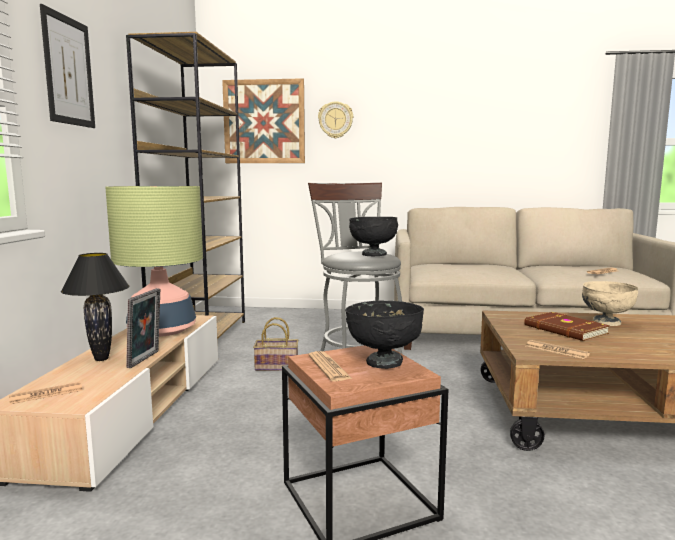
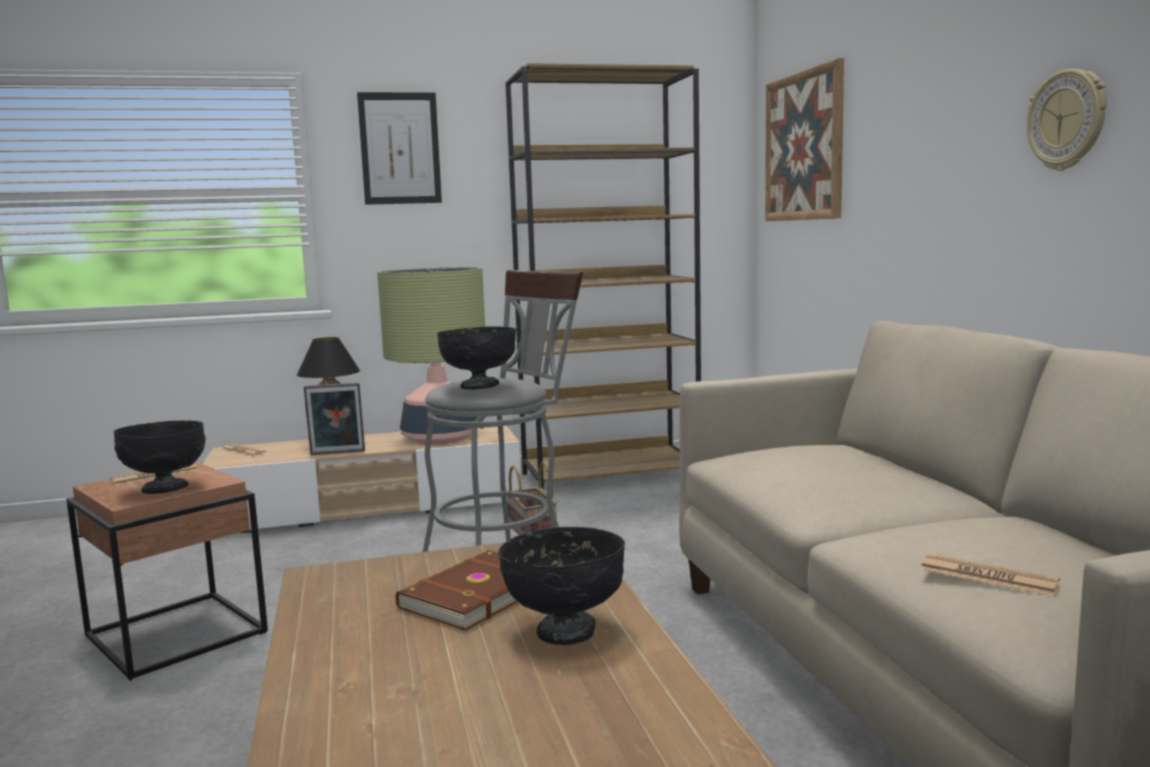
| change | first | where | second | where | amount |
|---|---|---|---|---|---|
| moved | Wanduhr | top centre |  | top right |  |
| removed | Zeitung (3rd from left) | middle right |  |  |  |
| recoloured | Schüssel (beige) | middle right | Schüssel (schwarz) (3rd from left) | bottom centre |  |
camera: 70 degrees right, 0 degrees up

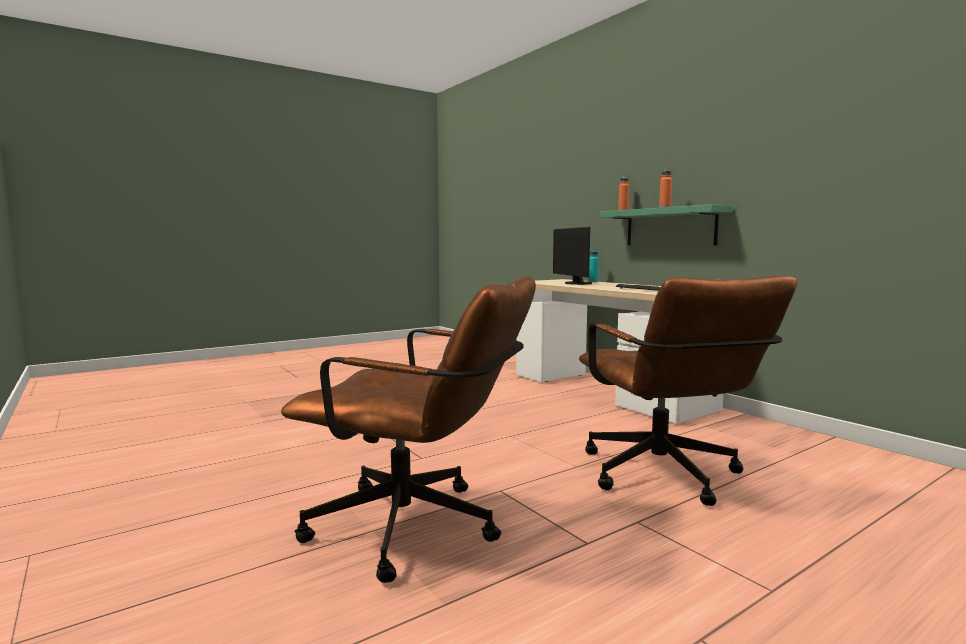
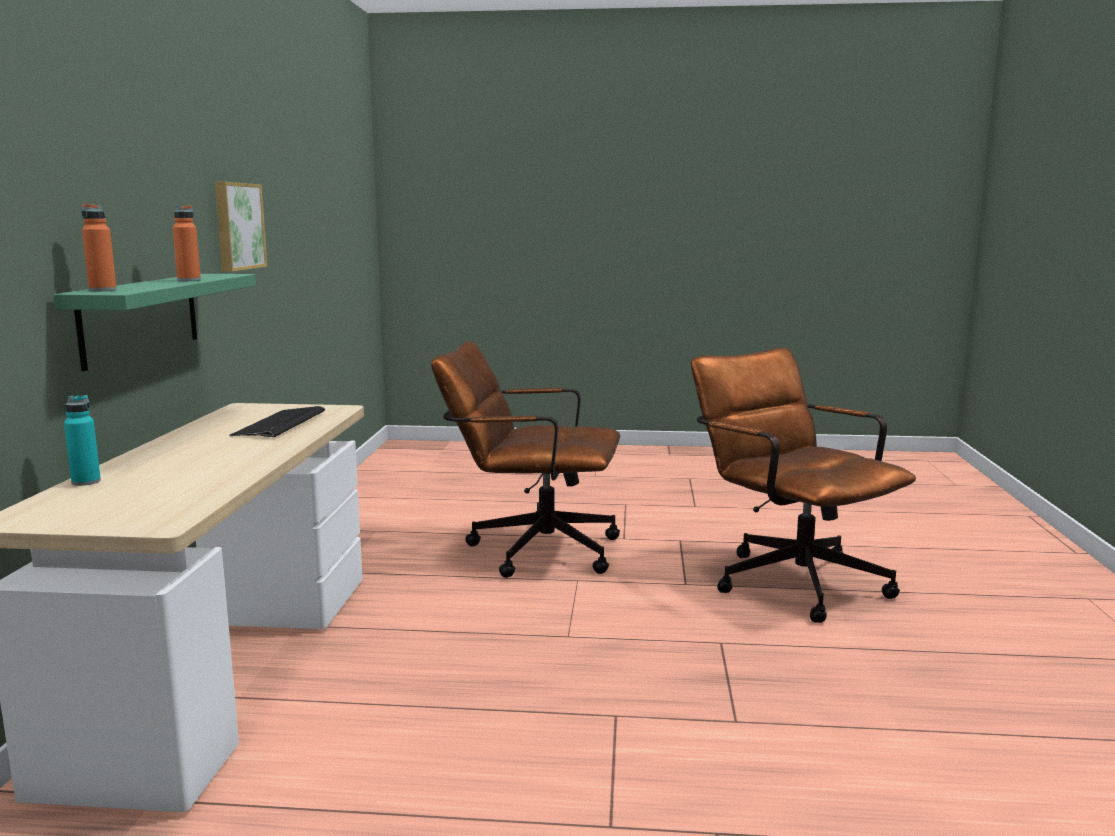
| change | first | where | second | where | amount |
|---|---|---|---|---|---|
| removed | Monitor | centre |  |  |  |
| turned | Bürostuhl (braun) (2nd from left in the first image) | middle right | Bürostuhl (braun) (1st from left) | centre | 105 degrees counterclockwise |
| added |  |  | Bild | top left |  |
camera: 140 degrees left, 5 degrees up

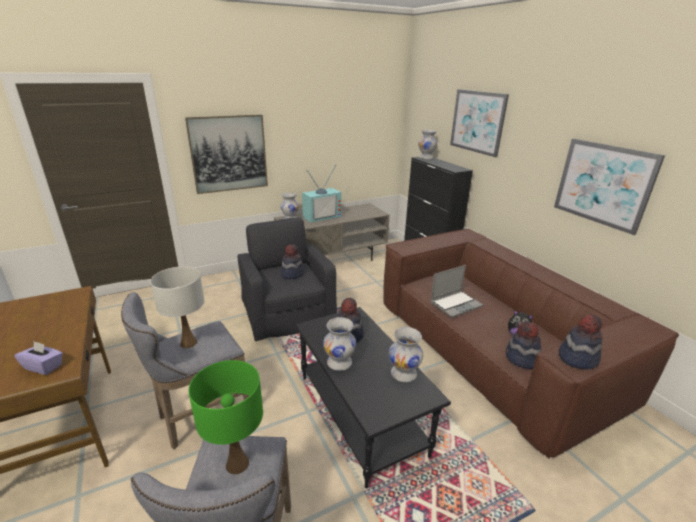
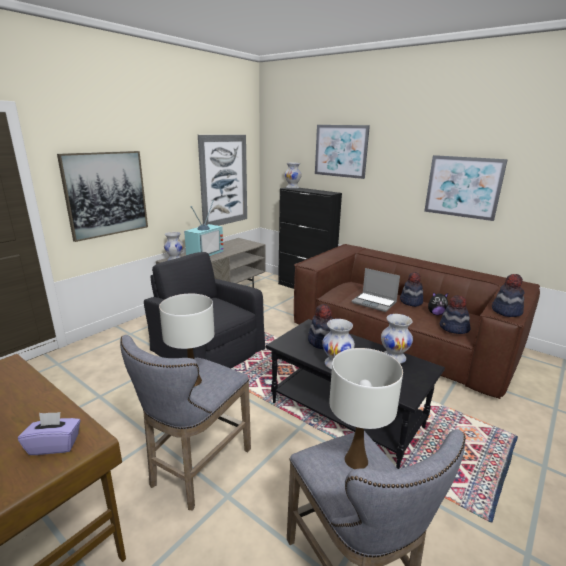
| change | first | where | second | where | amount |
|---|---|---|---|---|---|
| recoloured | Tischlampe (grün) | bottom left | Tischlampe (weiß) (2nd from left) | bottom centre |  |
| moved | Hut (1st from left in the first image) | centre | Hut (2nd from left) | middle right |  |
| turned | Laptop | centre |  | centre | 90 degrees clockwise |
| added |  |  | Bild (2nd from left) | top centre |  |
camera: 25 degrees left, 5 degrees down

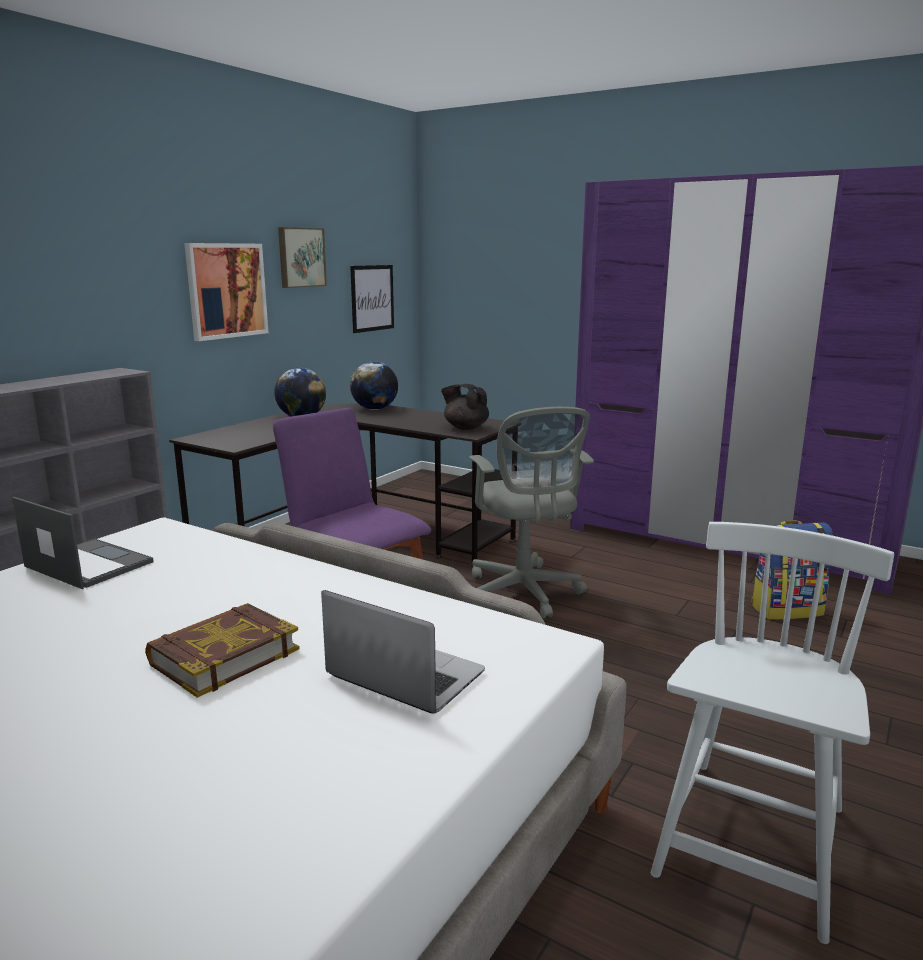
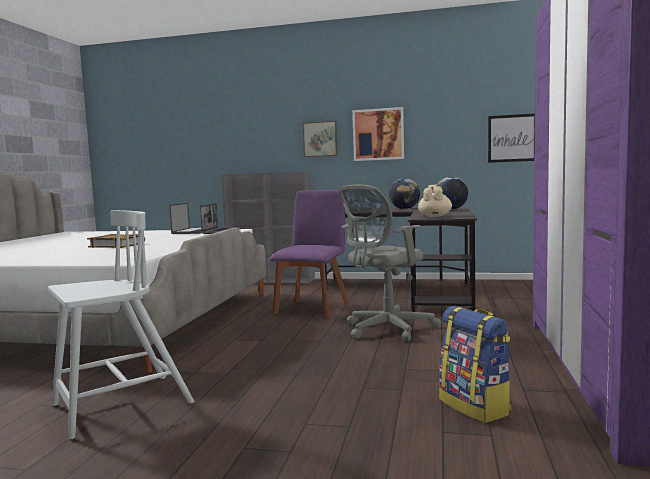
| change | first | where | second | where | amount |
|---|---|---|---|---|---|
| moved | Bild (2nd from left in the first image) | top left | Bild (1st from left) | top centre |  |
| moved | Laptop (2nd from left) | bottom centre |  | centre |  |
| recoloured | Teekanne (schwarz) | centre | Teekanne (beige) | middle right |  |
| turned | Stuhl (weiß) | bottom right |  | bottom left | 45 degrees counterclockwise |
camera: 70 degrees right, 10 degrees down

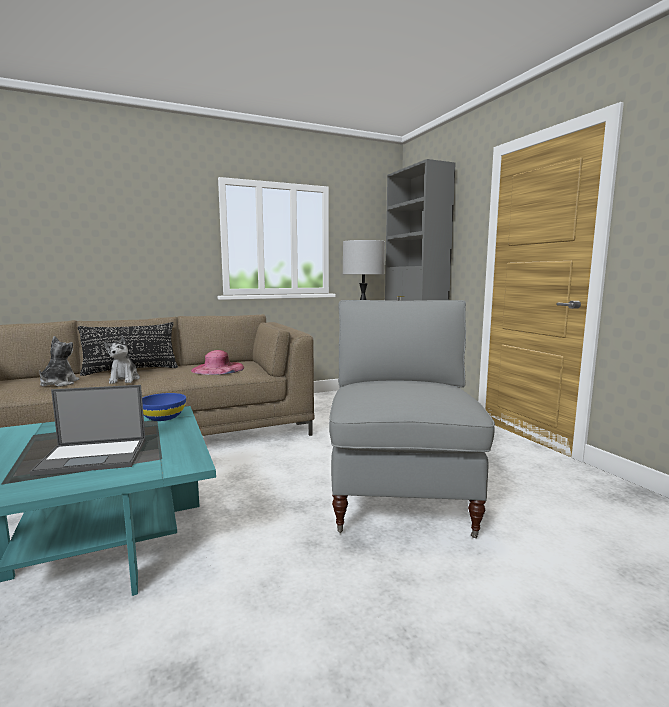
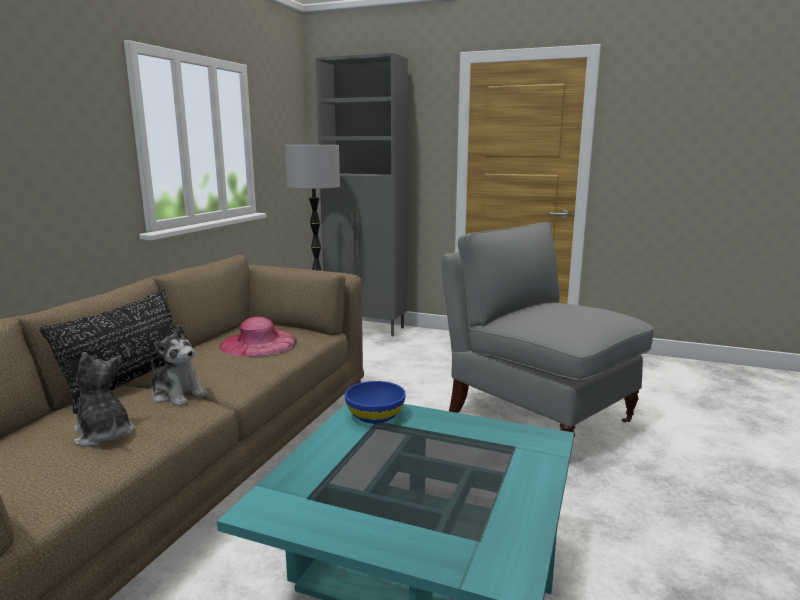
| change | first | where | second | where | amount |
|---|---|---|---|---|---|
| removed | Laptop | middle left |  |  |  |
camera: 45 degrees left, 5 degrees up

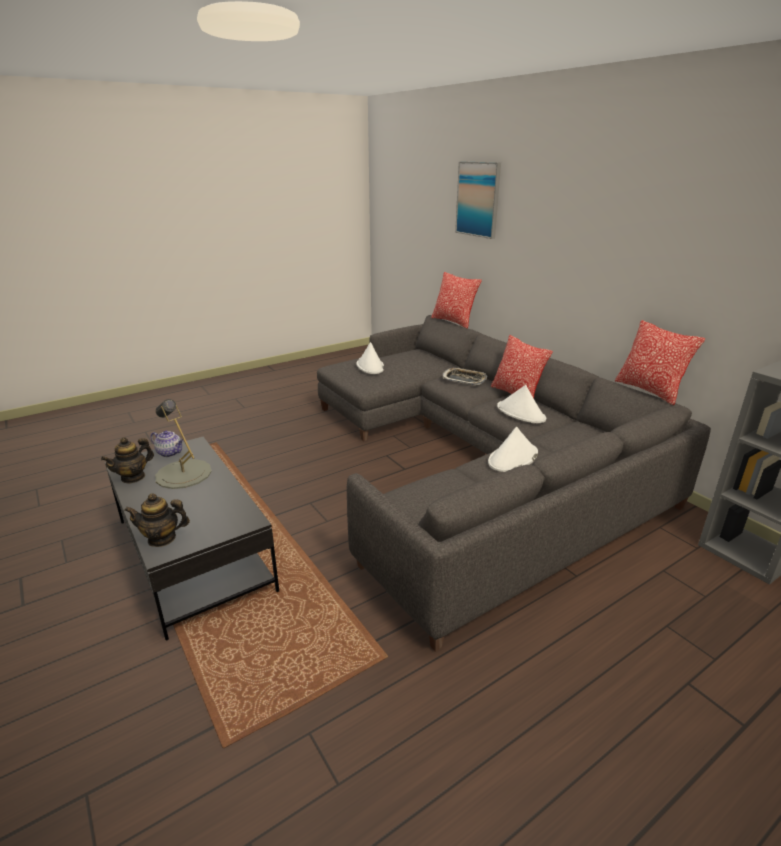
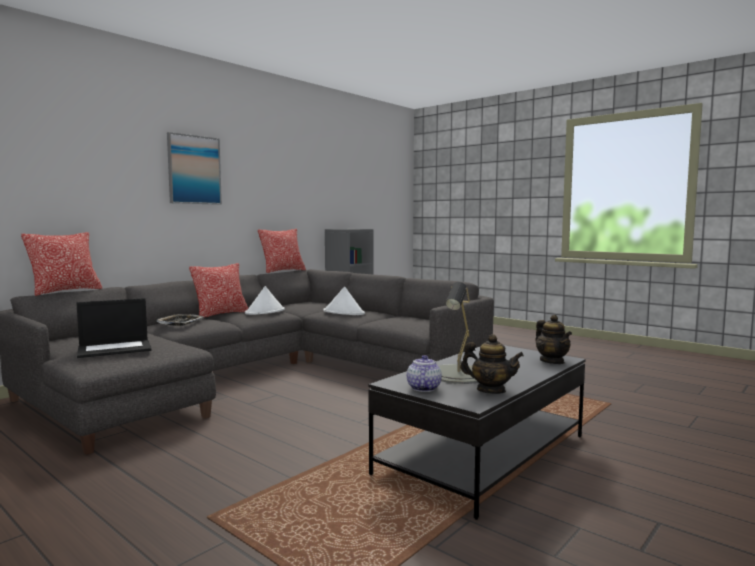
| change | first | where | second | where | amount |
|---|---|---|---|---|---|
| replaced | Hut (weiß) (1st from left) | centre | Laptop | middle left |  |
| moved | Bild | top centre |  | top left |  |
camera: 105 degrees left, 20 degrees down

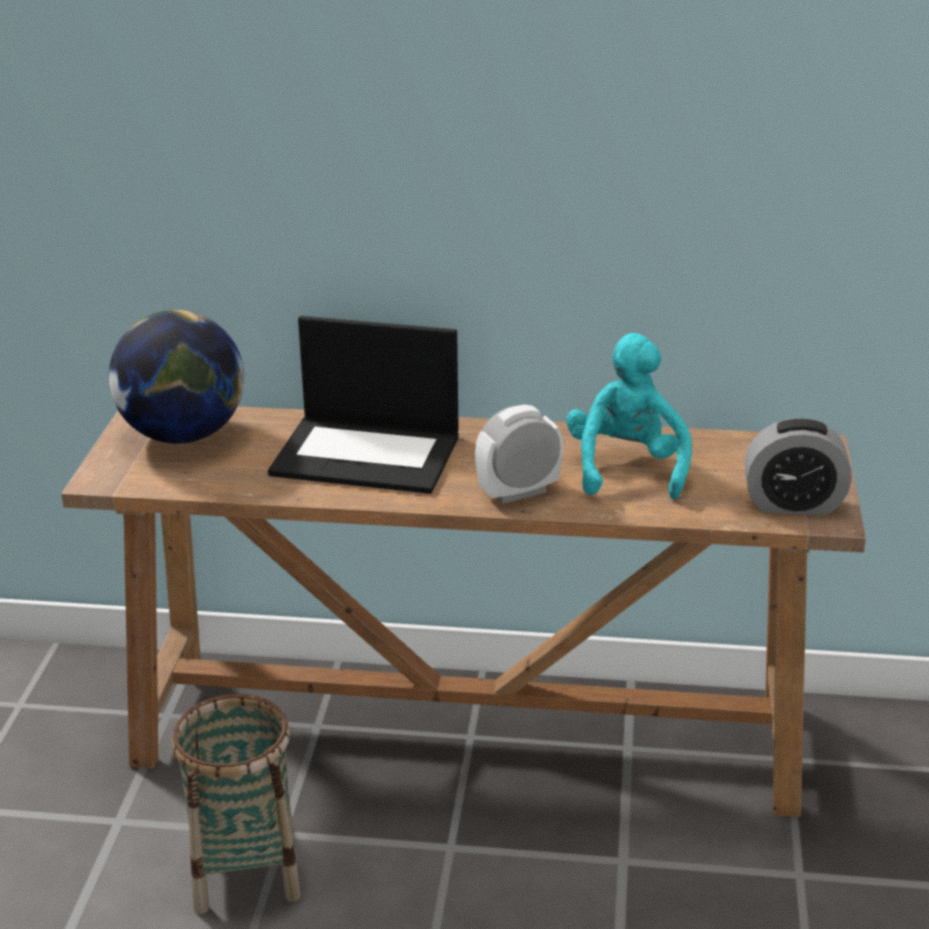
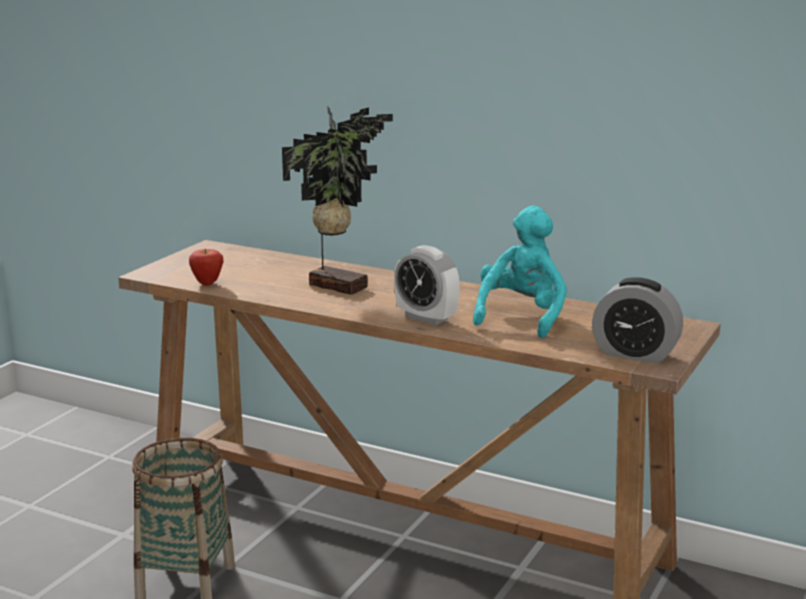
| change | first | where | second | where | amount |
|---|---|---|---|---|---|
| removed | Globus | middle left |  |  |  |
| replaced | Laptop | centre | Topfpflanze | centre |  |
| turned | Wecker (1st from left) | centre |  | centre | 135 degrees counterclockwise |
| added |  |  | Apfel | middle left |  |
camera: 20 degrees right, 10 degrees down

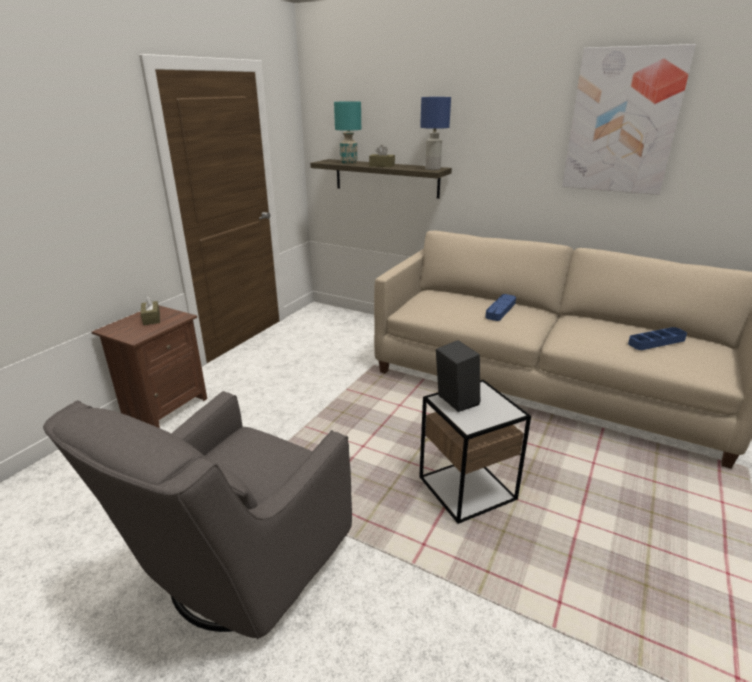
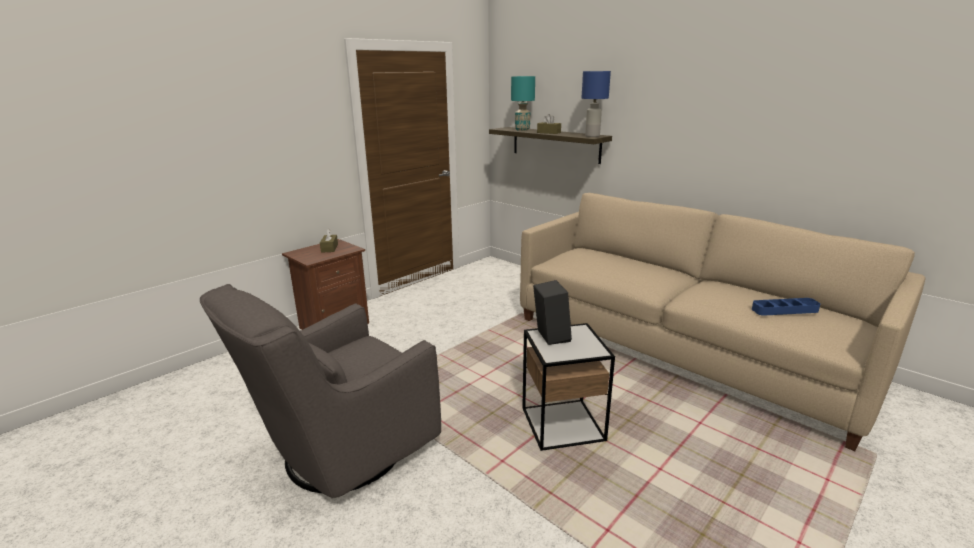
| change | first | where | second | where | amount |
|---|---|---|---|---|---|
| removed | Tablett (blau) (1st from left) | centre |  |  |  |
| removed | Bild | top right |  |  |  |
camera: 15 degrees right, 5 degrees down

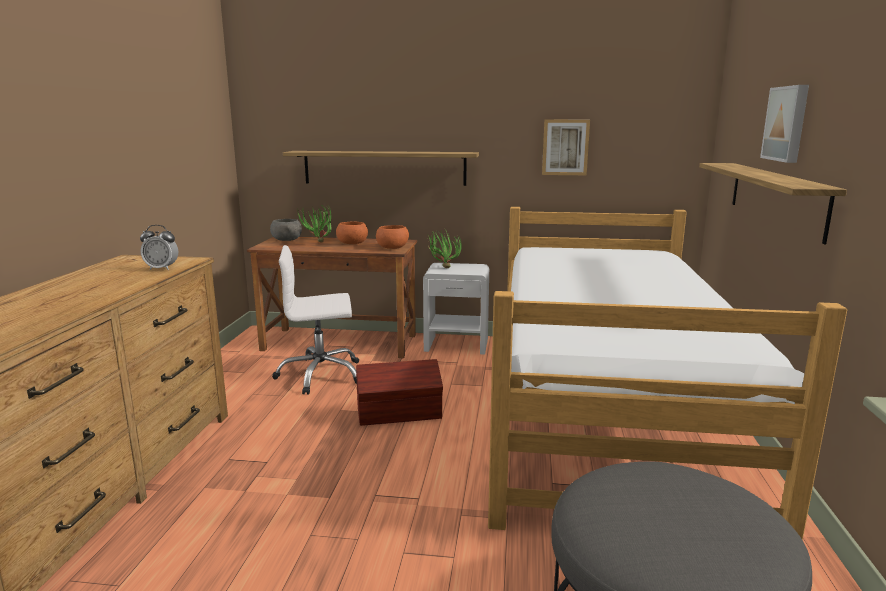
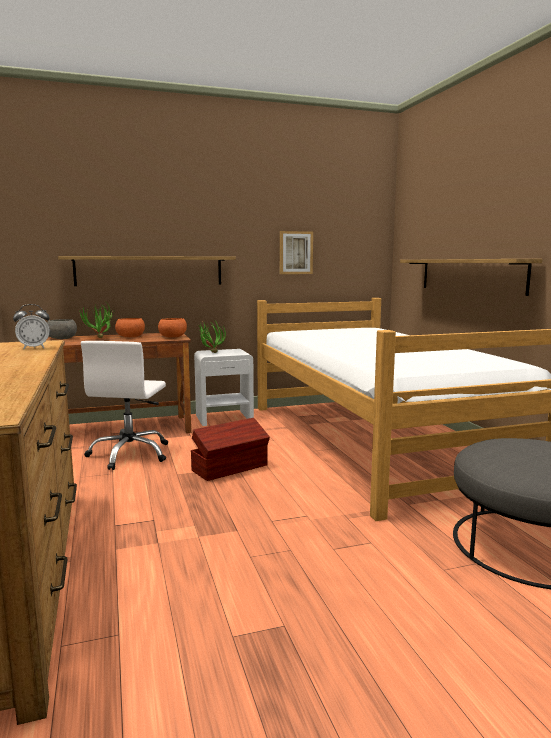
| change | first | where | second | where | amount |
|---|---|---|---|---|---|
| turned | Bürostuhl (weiß) | centre |  | middle left | 45 degrees counterclockwise |
| removed | Bild (2nd from left) | top right |  |  |  |
camera: 25 degrees left, 5 degrees down

